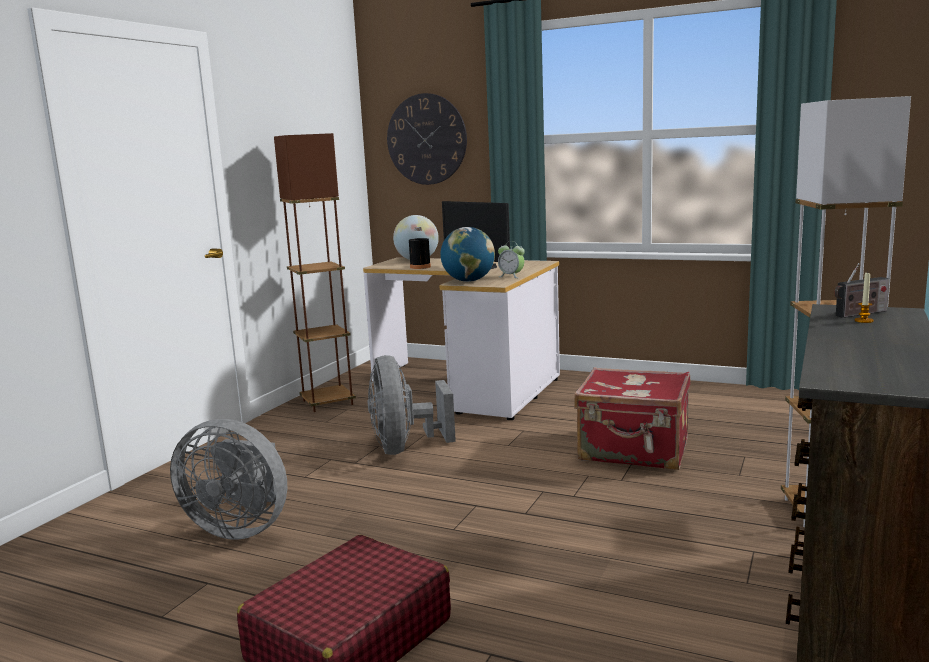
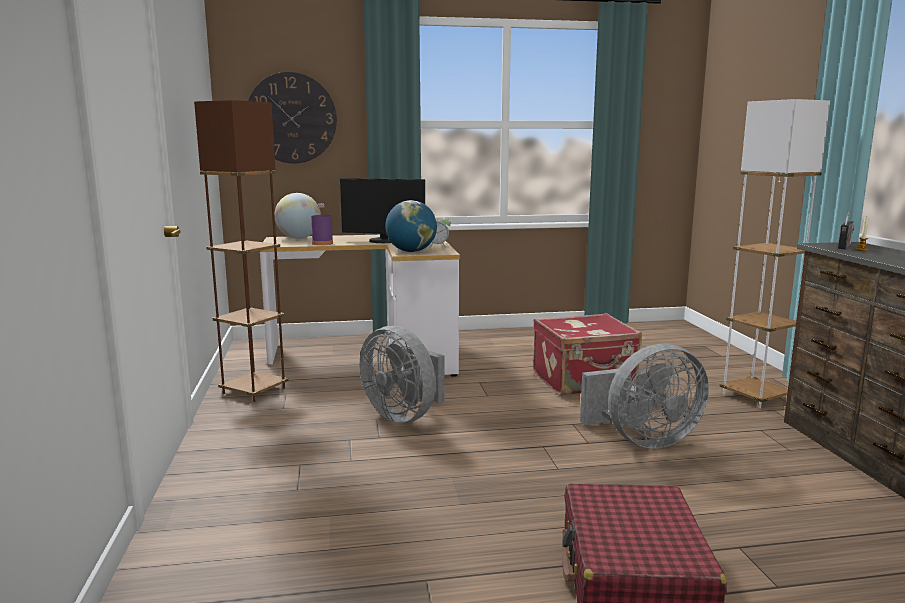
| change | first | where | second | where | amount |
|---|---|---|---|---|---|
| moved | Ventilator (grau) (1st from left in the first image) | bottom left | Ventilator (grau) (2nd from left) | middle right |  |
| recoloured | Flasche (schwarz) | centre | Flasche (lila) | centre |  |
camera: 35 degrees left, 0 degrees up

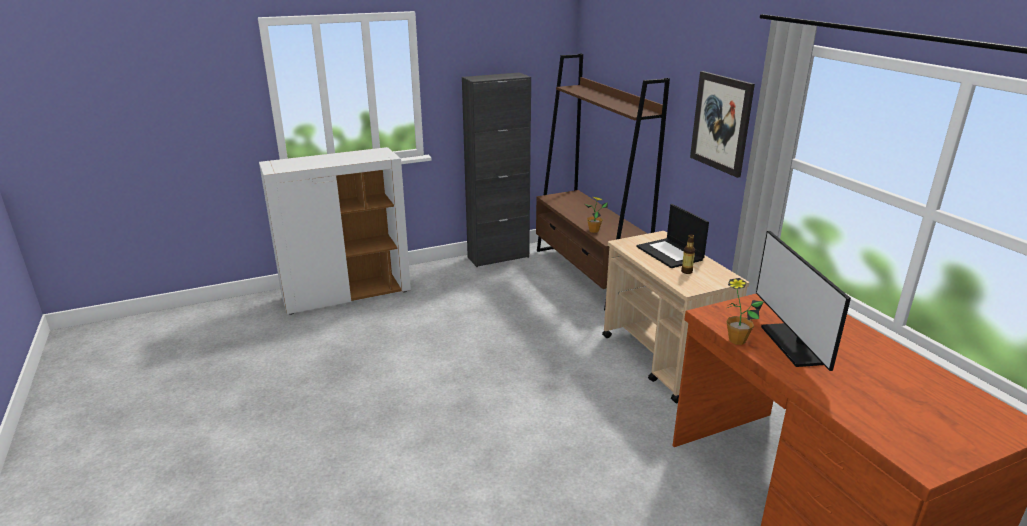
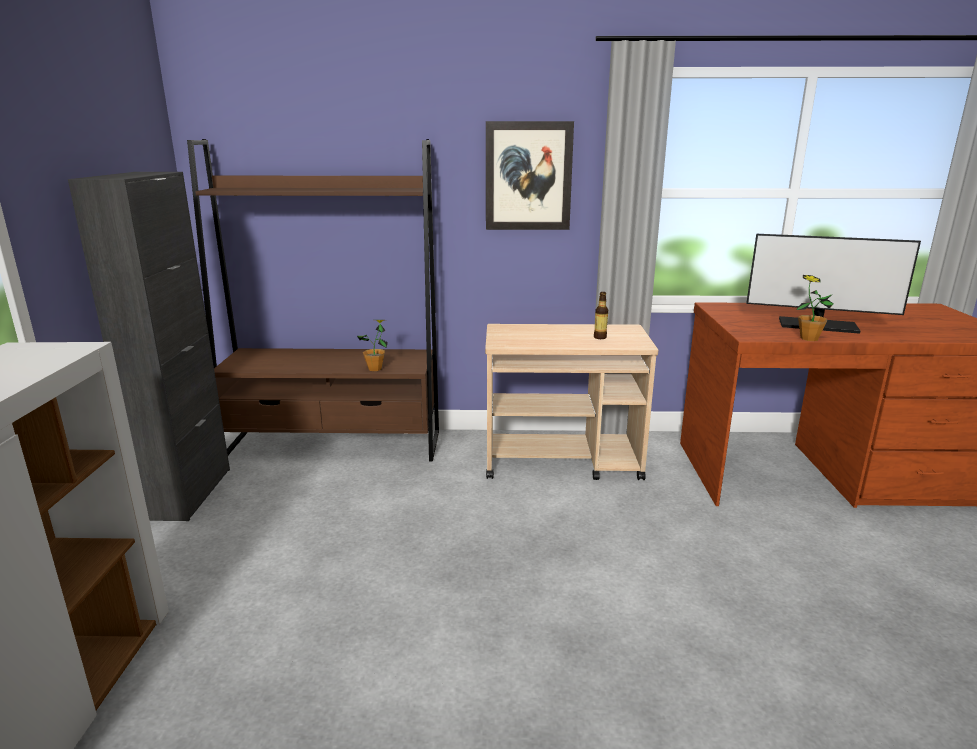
| change | first | where | second | where | amount |
|---|---|---|---|---|---|
| removed | Laptop | centre |  |  |  |
camera: 65 degrees left, 5 degrees down

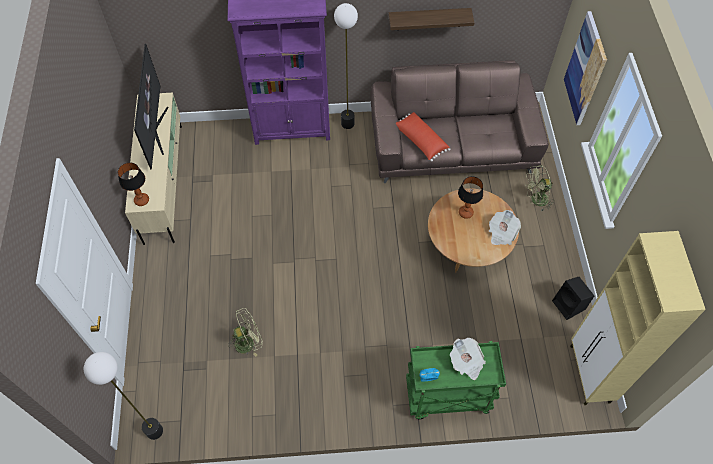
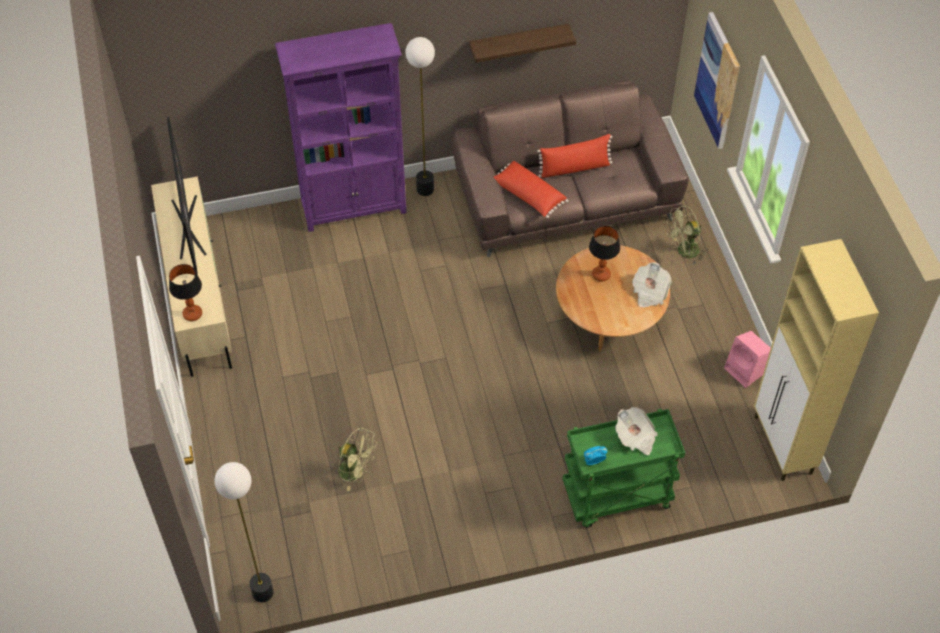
| change | first | where | second | where | amount |
|---|---|---|---|---|---|
| turned | Ventilator (grün) (1st from left) | bottom centre |  | bottom centre | 60 degrees clockwise |
| recoloured | Lautsprecher (schwarz) | middle right | Lautsprecher (rosa) | middle right |  |
| added |  |  | Kissen (rot) (2nd from left) | top centre |  |
camera: 10 degrees left, 5 degrees down

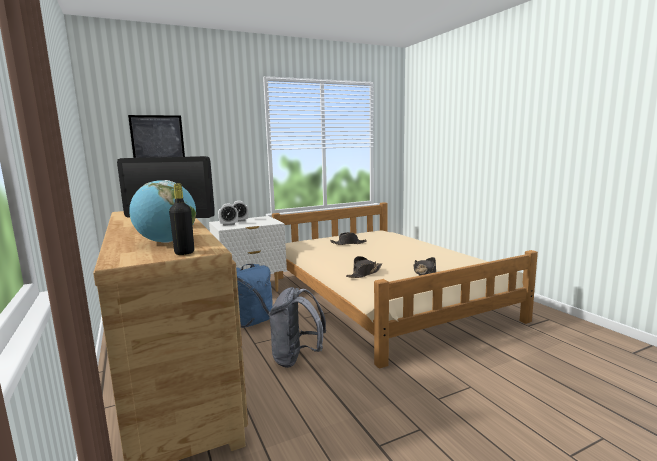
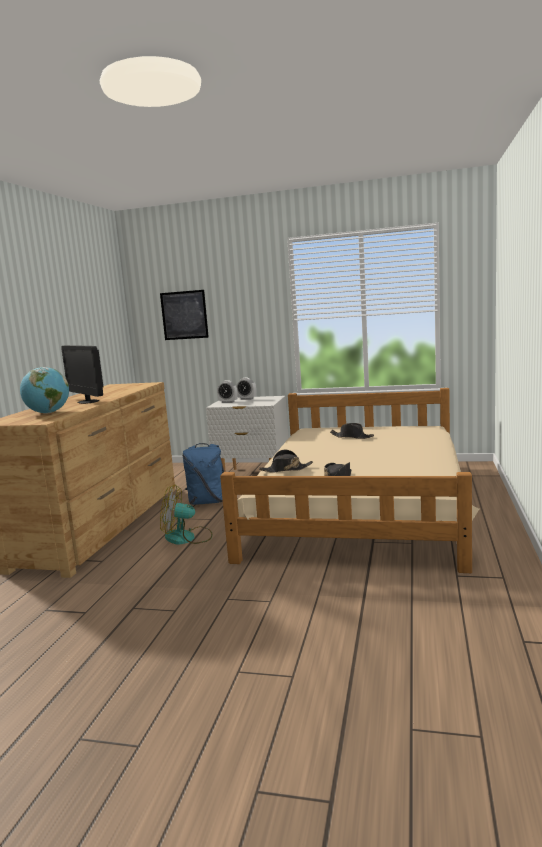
| change | first | where | second | where | amount |
|---|---|---|---|---|---|
| removed | Flasche (schwarz) | middle left |  |  |  |
| replaced | Rucksack (grau) | bottom centre | Ventilator | centre |  |
camera: 40 degrees right, 0 degrees up

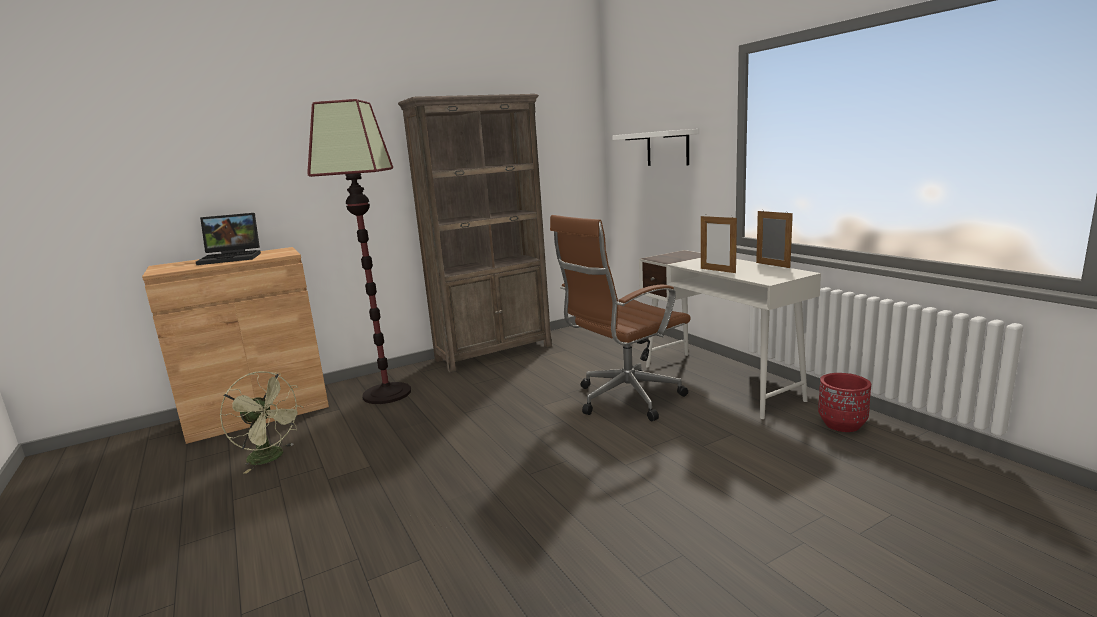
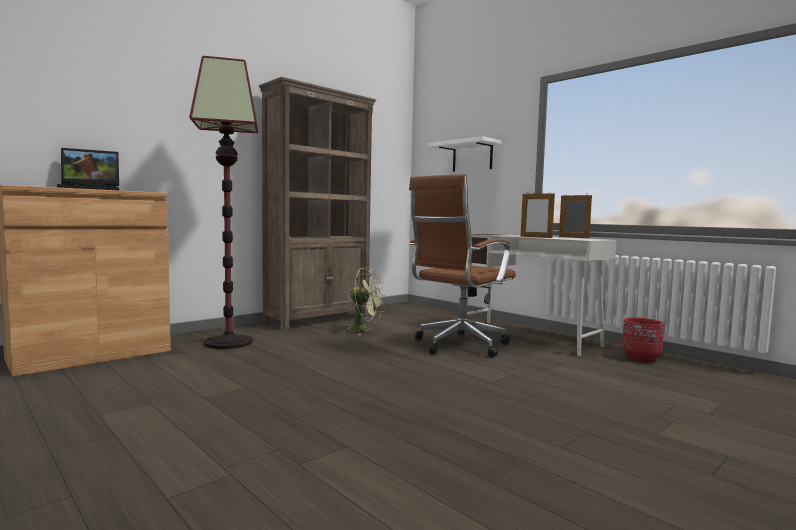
| change | first | where | second | where | amount |
|---|---|---|---|---|---|
| moved | Ventilator (grün) | bottom left |  | centre |  |
camera: 15 degrees left, 10 degrees down

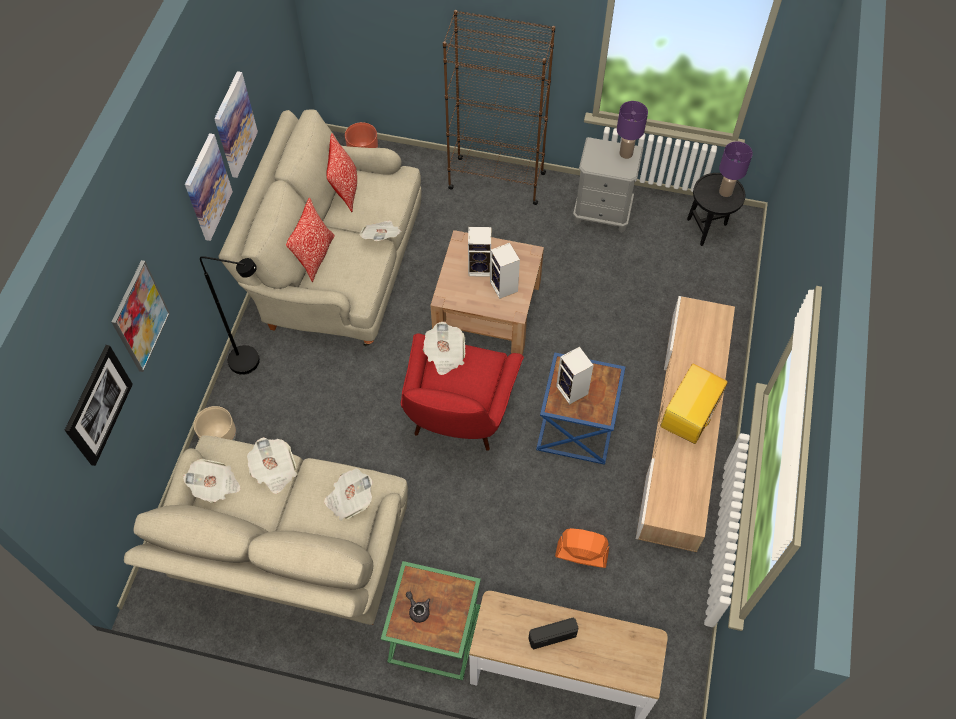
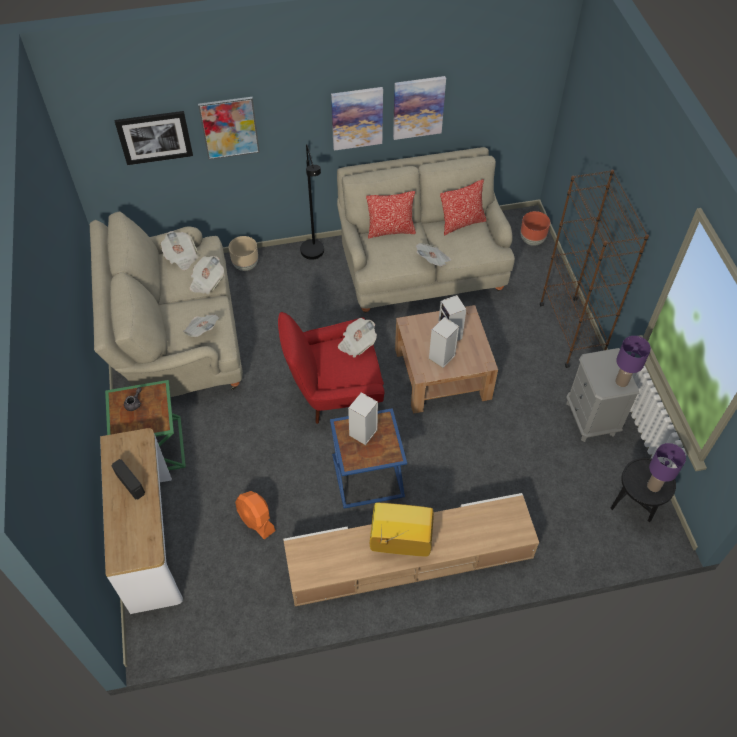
| change | first | where | second | where | amount |
|---|---|---|---|---|---|
| turned | Ventilator (orange) | bottom centre |  | bottom centre | 150 degrees clockwise |
camera: 65 degrees right, 5 degrees down

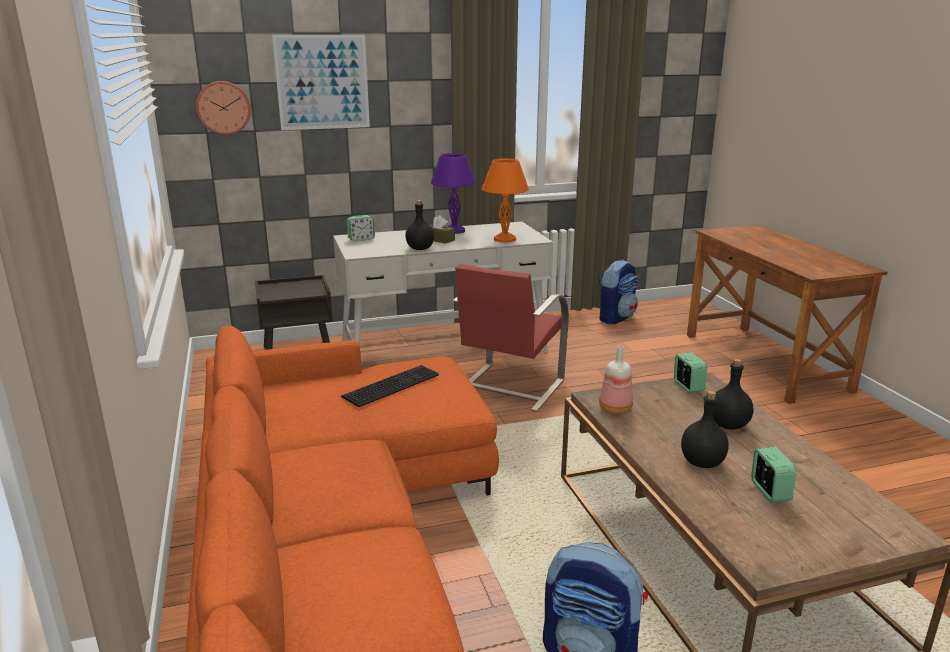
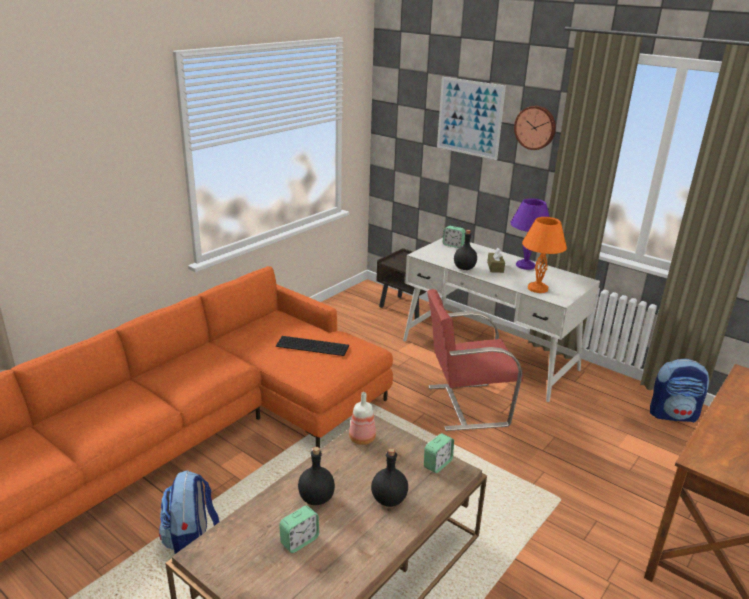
| change | first | where | second | where | amount |
|---|---|---|---|---|---|
| moved | Wanduhr | top left |  | top right |  |
camera: 55 degrees right, 5 degrees up

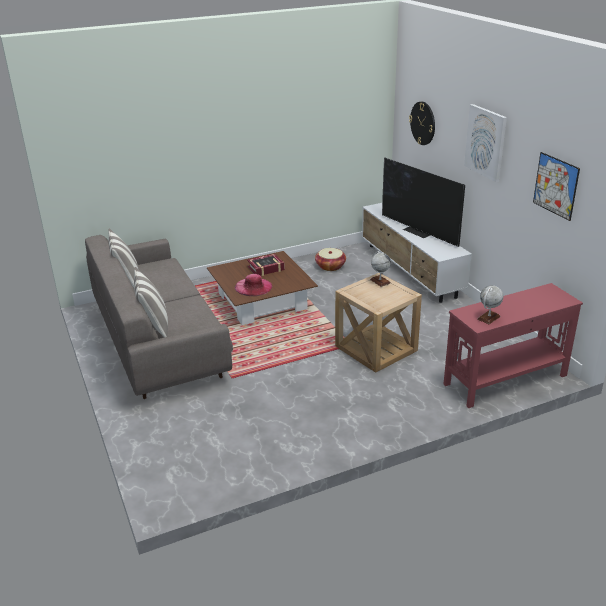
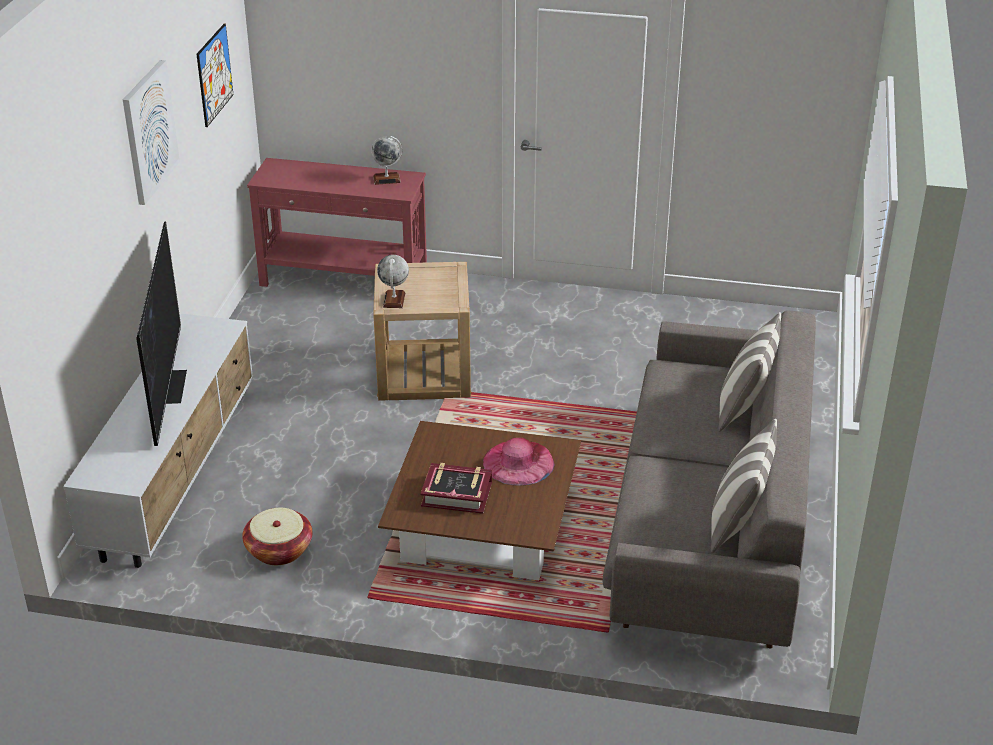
| change | first | where | second | where | amount |
|---|---|---|---|---|---|
| removed | Wanduhr | top right |  |  |  |
camera: 145 degrees left, 5 degrees up

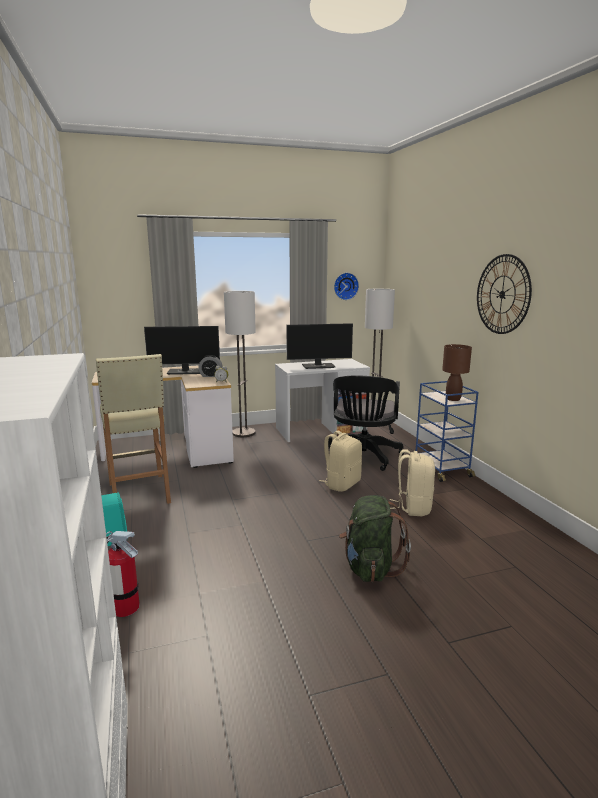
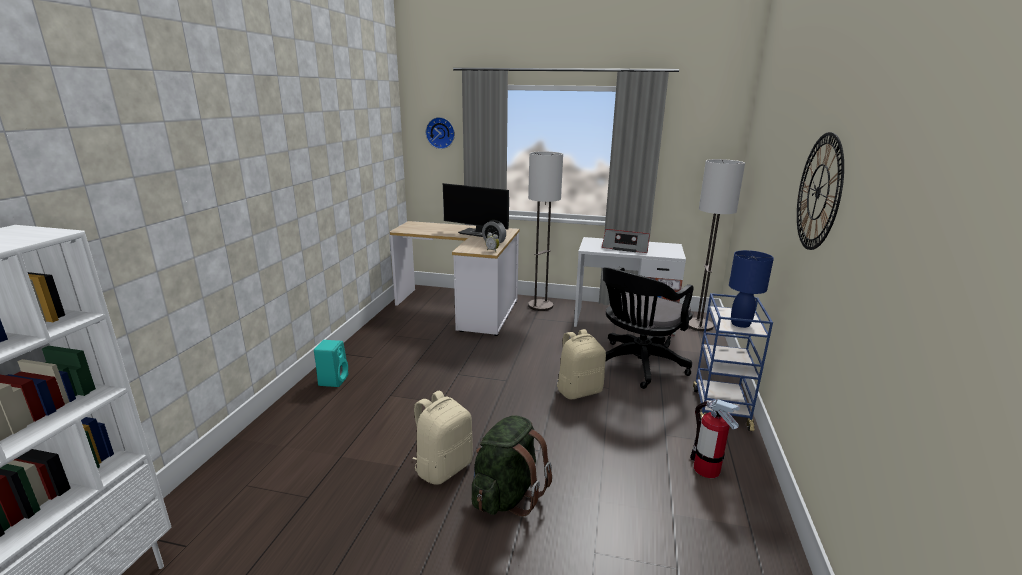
| change | first | where | second | where | amount |
|---|---|---|---|---|---|
| removed | Hocker (beige) | middle left |  |  |  |
| moved | Feuerlöscher | bottom left |  | bottom right |  |
| replaced | Monitor (2nd from left) | centre | Radio | centre |  |
| moved | Wanduhr (1st from left) | centre |  | top centre |  |
| moved | Rucksack (beige) (2nd from left in the first image) | middle right | Rucksack (beige) (1st from left) | bottom centre |  |
| recoloured | Tischlampe (braun) | middle right | Tischlampe (blau) | middle right |  |
camera: 30 degrees right, 5 degrees up

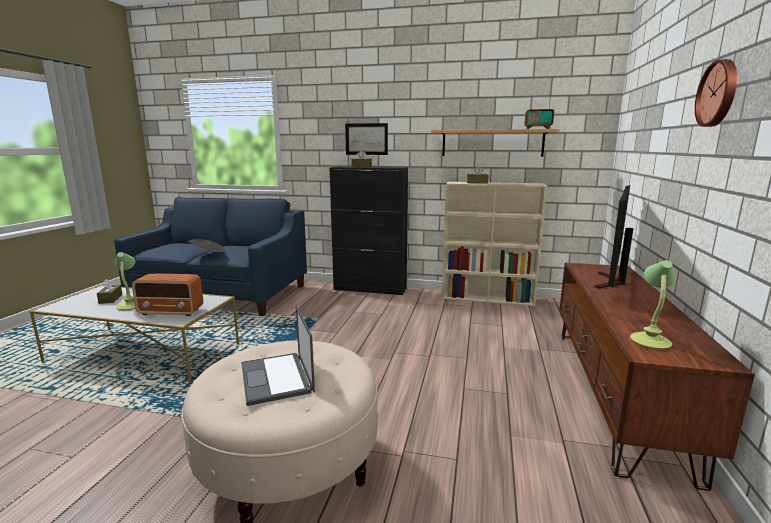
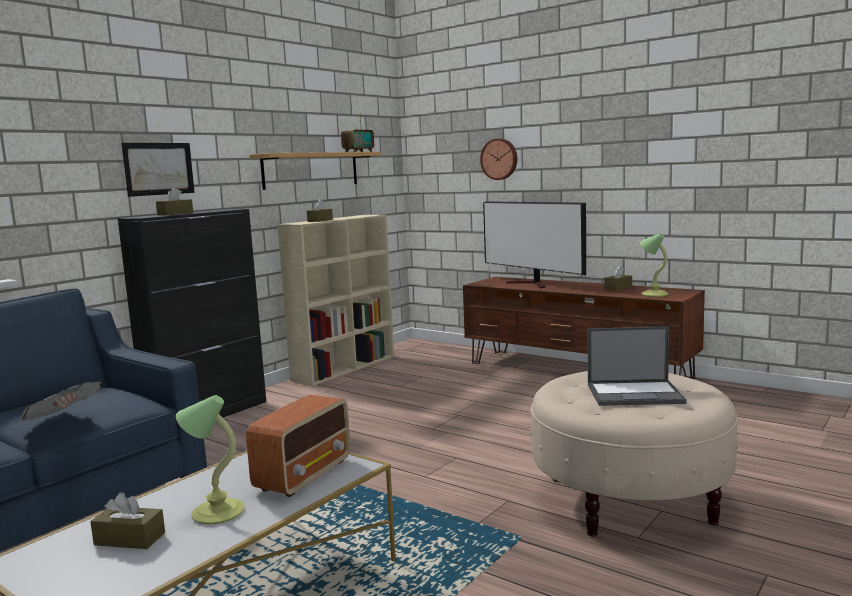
| change | first | where | second | where | amount |
|---|---|---|---|---|---|
| moved | Wanduhr | top right |  | top centre |  |
| added |  |  | Taschentuchbox (braun) (4th from left) | middle right |  |
camera: 65 degrees left, 5 degrees down

